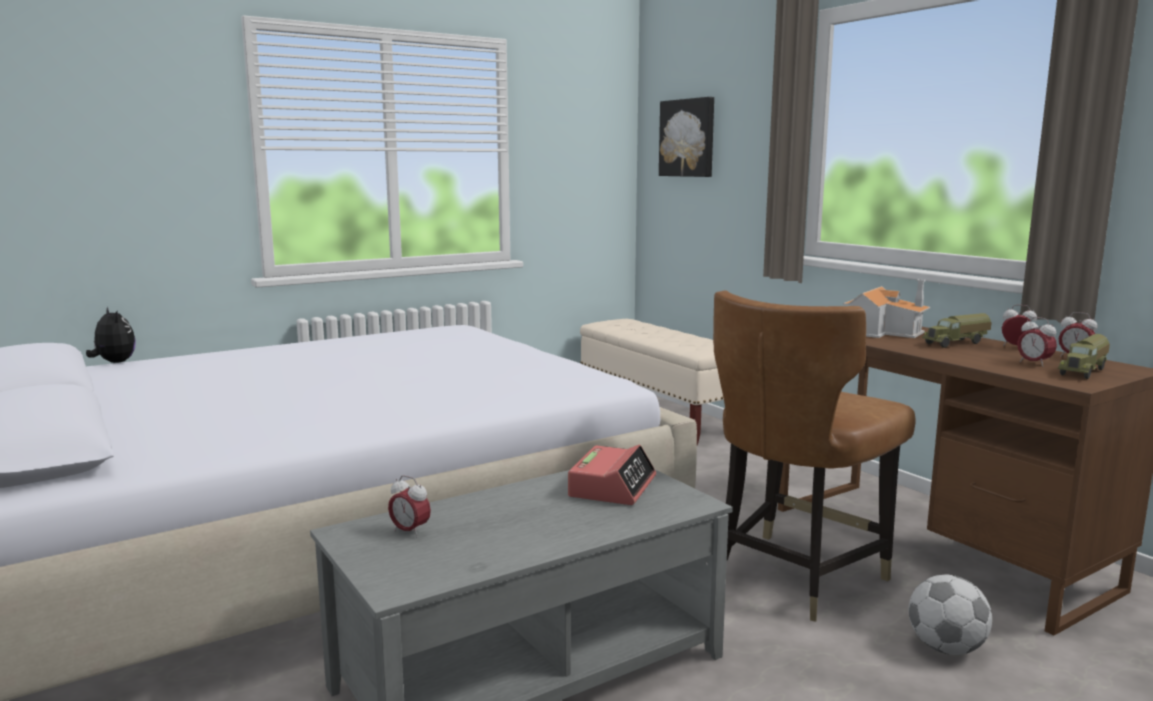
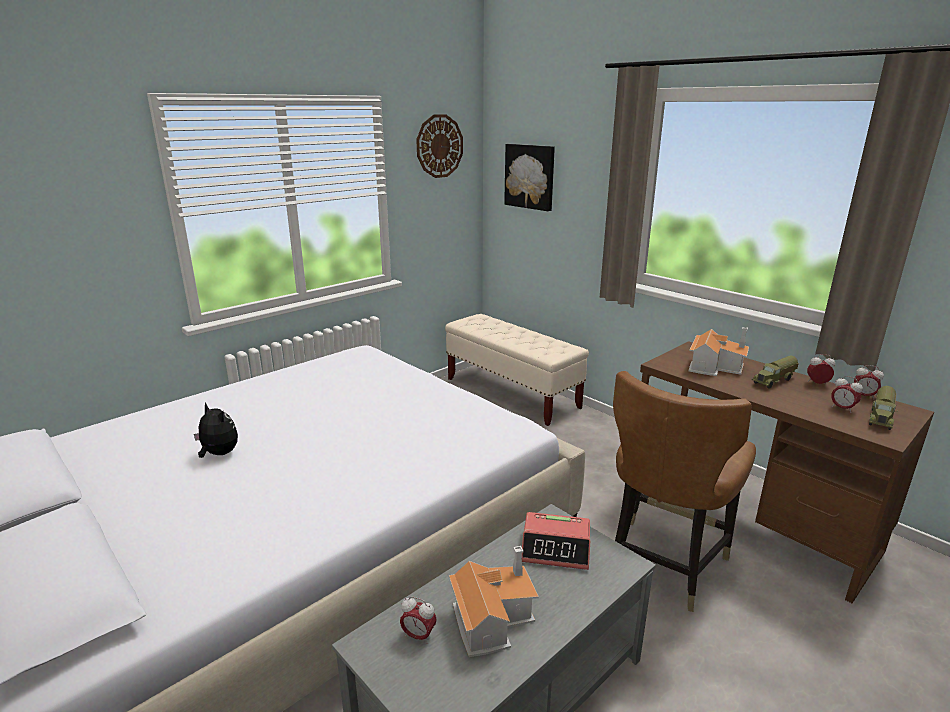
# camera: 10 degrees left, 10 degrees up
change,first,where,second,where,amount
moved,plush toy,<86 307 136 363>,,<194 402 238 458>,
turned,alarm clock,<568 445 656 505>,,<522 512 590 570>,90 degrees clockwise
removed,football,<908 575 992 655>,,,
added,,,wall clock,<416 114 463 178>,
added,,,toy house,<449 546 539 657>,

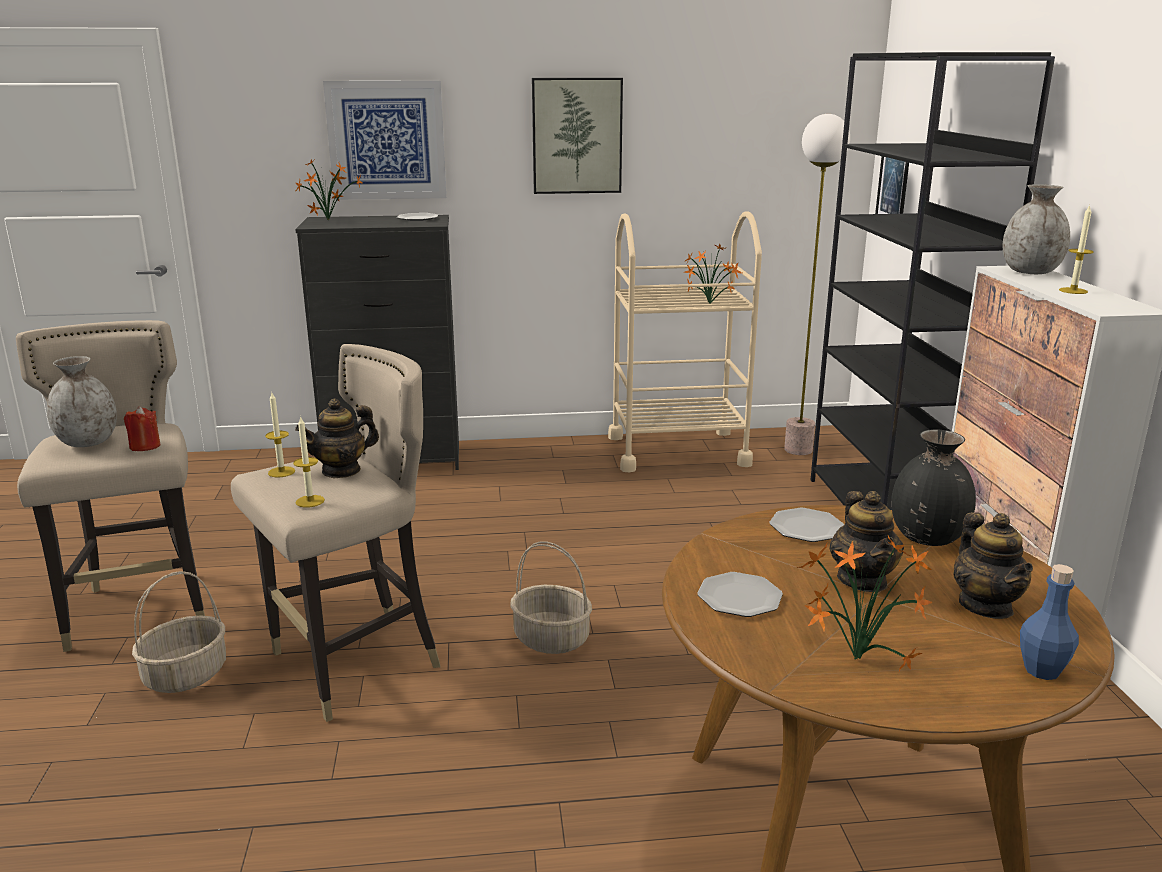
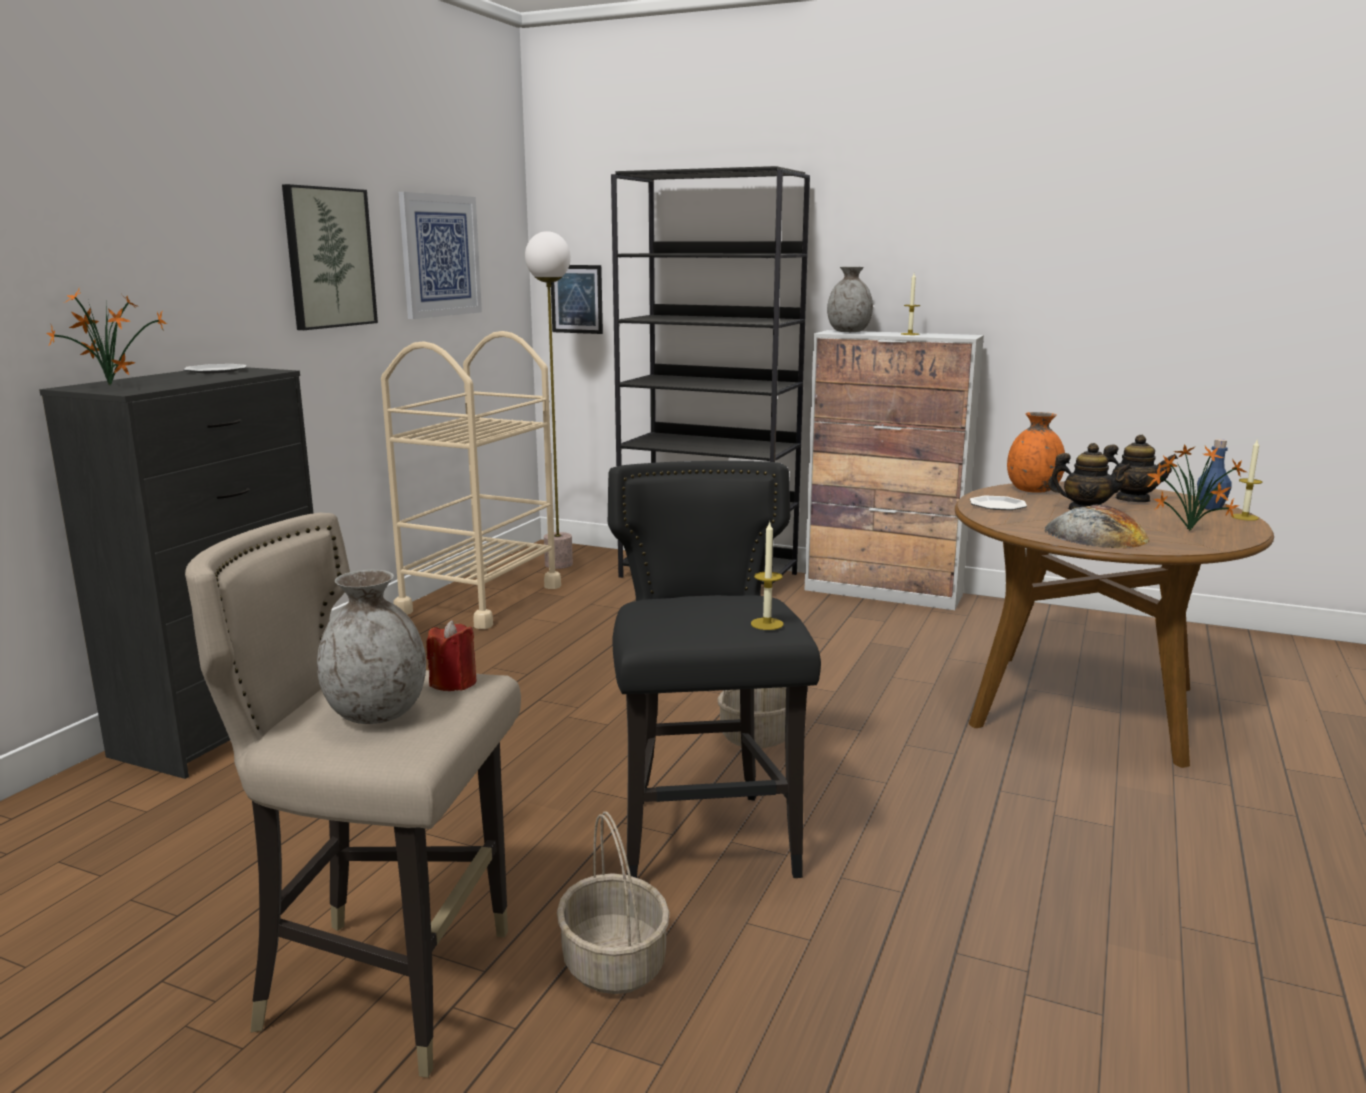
# camera: 60 degrees left, 5 degrees down
change,first,where,second,where,amount
moved,picture,<323 81 446 200>,,<399 192 482 319>,
removed,potted plant,<684 244 742 304>,,,
recoloured,beige stool,<231 344 440 722>,black stool,<608 461 821 878>,
moved,candle,<265 393 295 478>,,<1231 440 1262 521>,
removed,teapot,<295 398 379 478>,,,
recoloured,black vase,<891 429 976 546>,orange vase,<1007 412 1065 493>,
replaced,plate,<697 572 783 617>,bread,<1044 505 1149 548>,

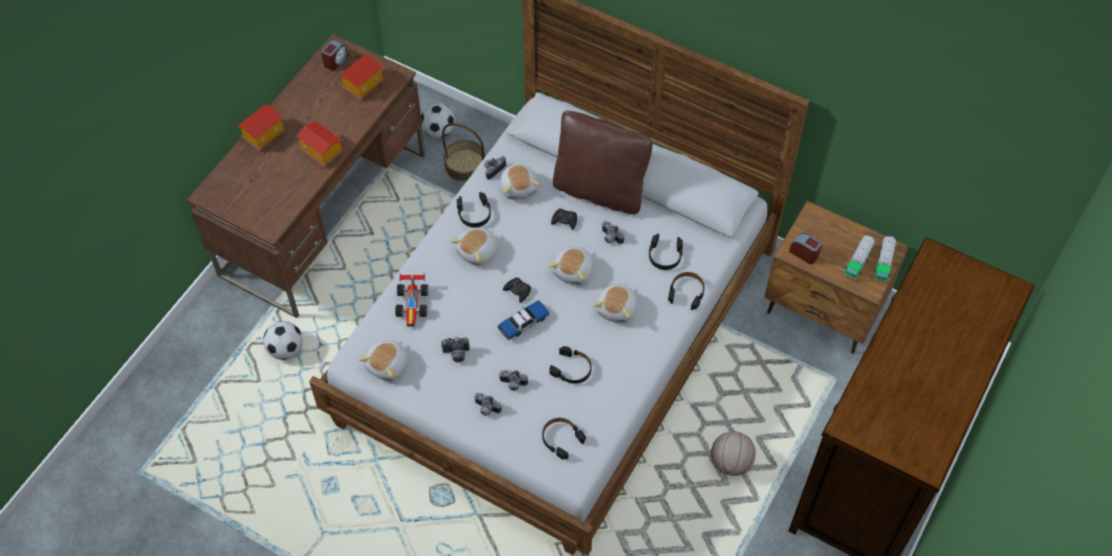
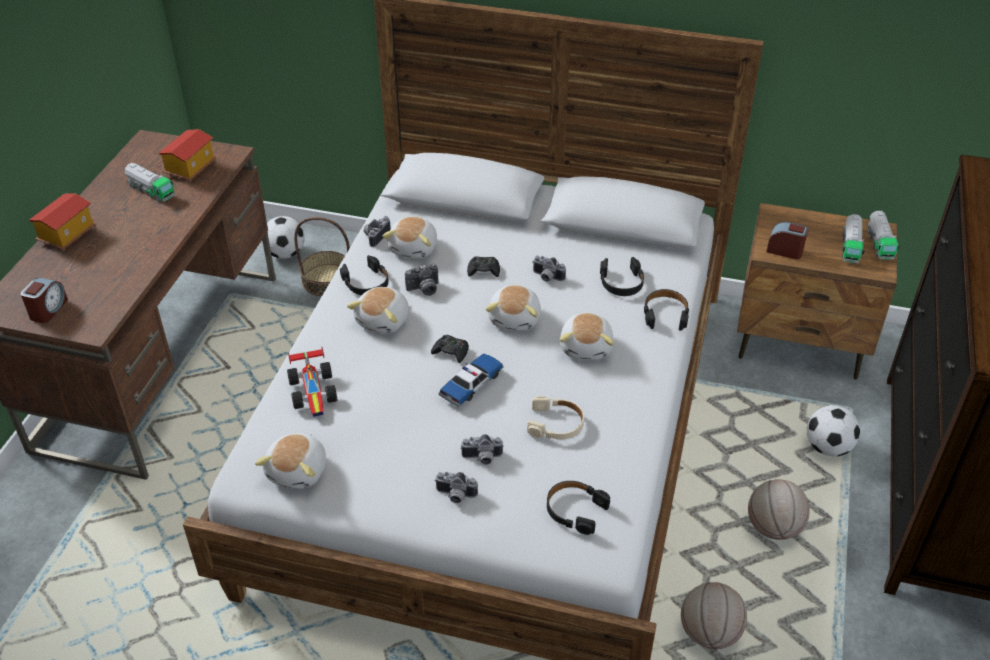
# camera: 15 degrees left, 15 degrees down
change,first,where,second,where,amount
moved,alarm clock,<321 39 349 71>,,<21 278 68 323>,
removed,brown pillow,<553 110 653 214>,,,
removed,toy house,<297 120 344 167>,,,
turned,plush toy,<500 163 541 200>,,<383 217 437 259>,45 degrees clockwise
moved,football,<263 321 303 360>,,<807 405 860 457>,
moved,photo camera,<441 337 470 362>,,<405 264 439 296>,
recoloured,black headphones,<549 346 592 384>,beige headphones,<527 396 584 439>,
added,,,toy truck,<124 162 175 202>,
added,,,basketball,<681 582 747 649>,

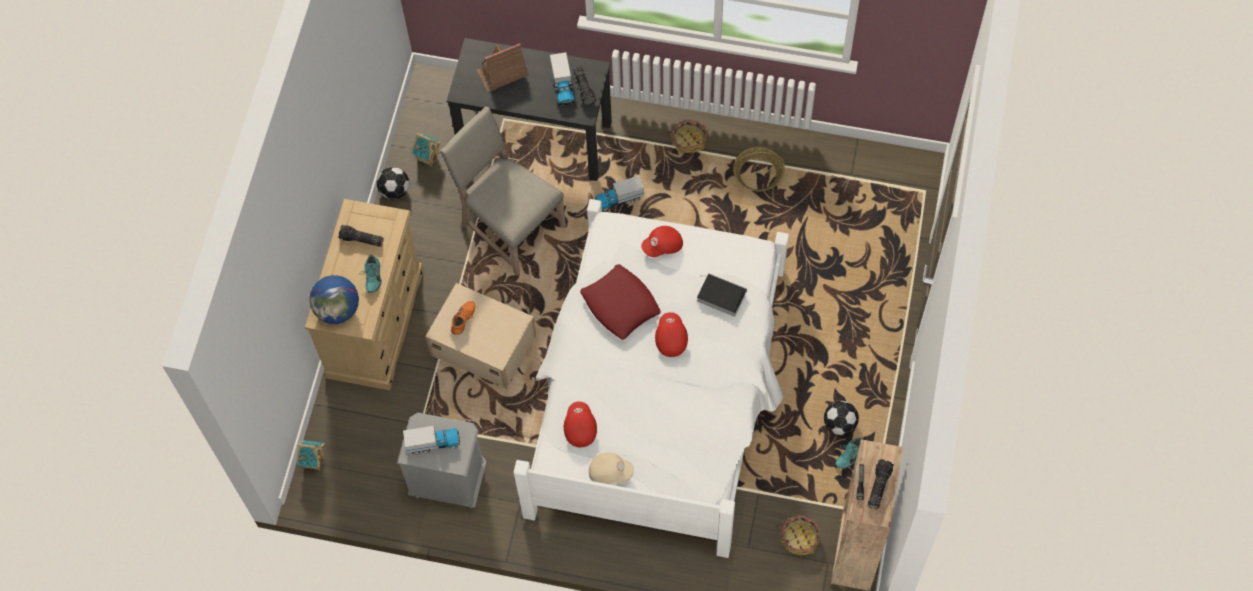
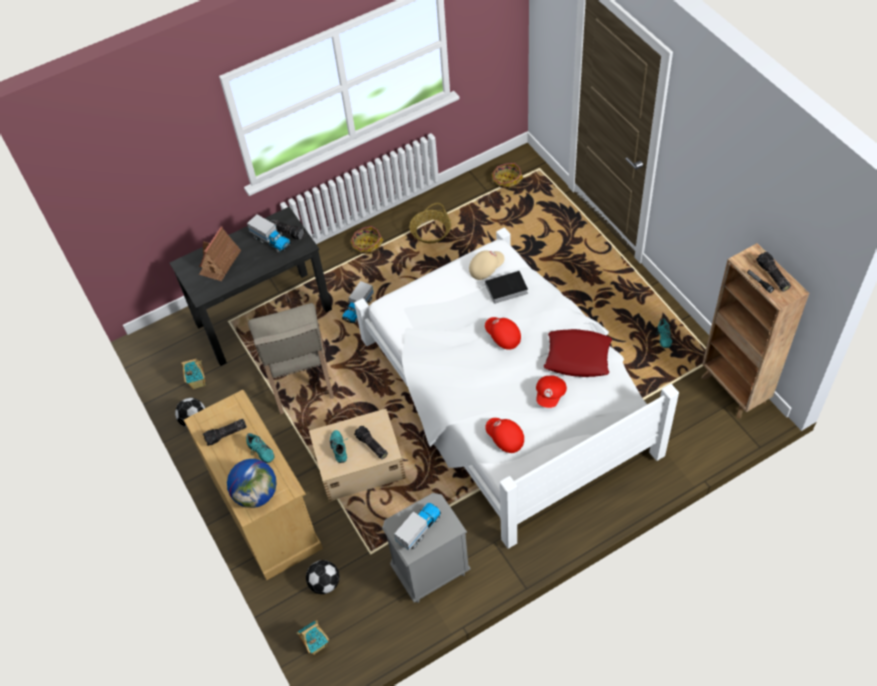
# camera: 40 degrees left, 10 degrees down
change,first,where,second,where,amount
turned,beige chair,<440 106 566 275>,,<248 303 334 414>,105 degrees counterclockwise
moved,red cap,<641 226 683 257>,,<536 376 567 408>,
moved,red pillow,<580 264 661 340>,,<544 329 612 377>,
recoloured,orange shoe,<451 301 475 335>,turquoise shoe,<330 430 347 463>,
moved,football,<824 401 859 435>,,<306 560 339 594>,
moved,beige cap,<589 453 634 484>,,<469 250 504 280>,
moved,basket,<776 515 821 555>,,<489 163 523 189>,
added,,,flashlight,<354 426 388 459>,

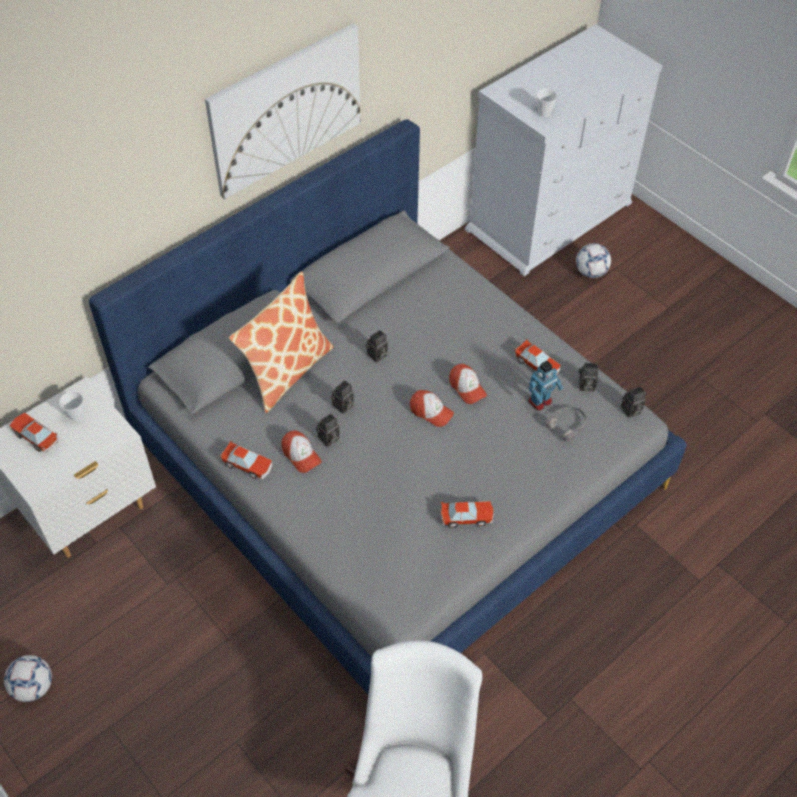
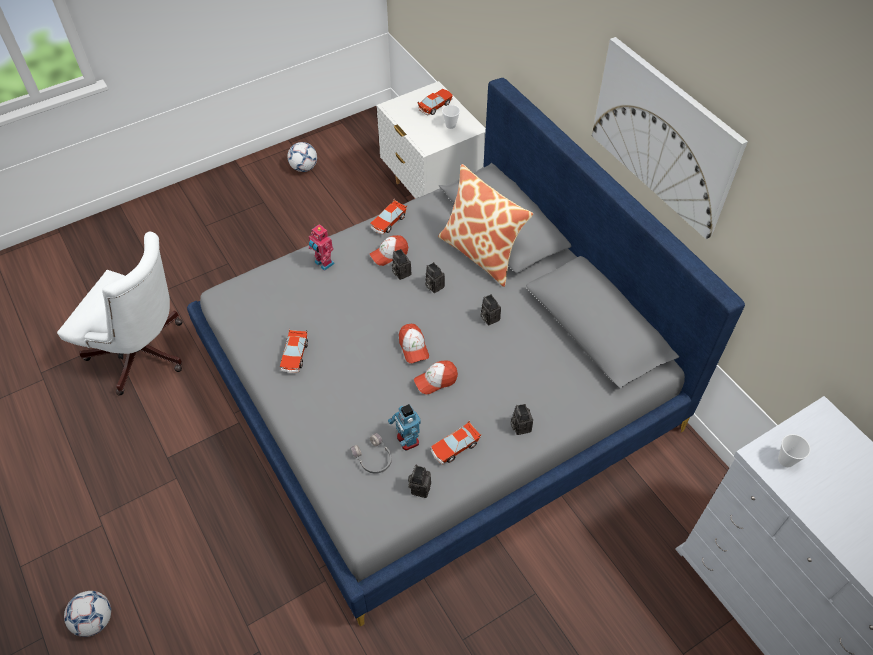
# camera: 100 degrees right, 0 degrees up
change,first,where,second,where,amount
moved,football,<576 243 611 278>,,<64 591 111 637>,
moved,photo camera,<621 386 646 418>,,<511 404 533 435>,
turned,cap,<410 390 454 427>,,<399 324 429 363>,60 degrees counterclockwise
added,,,toy robot,<309 224 335 271>,

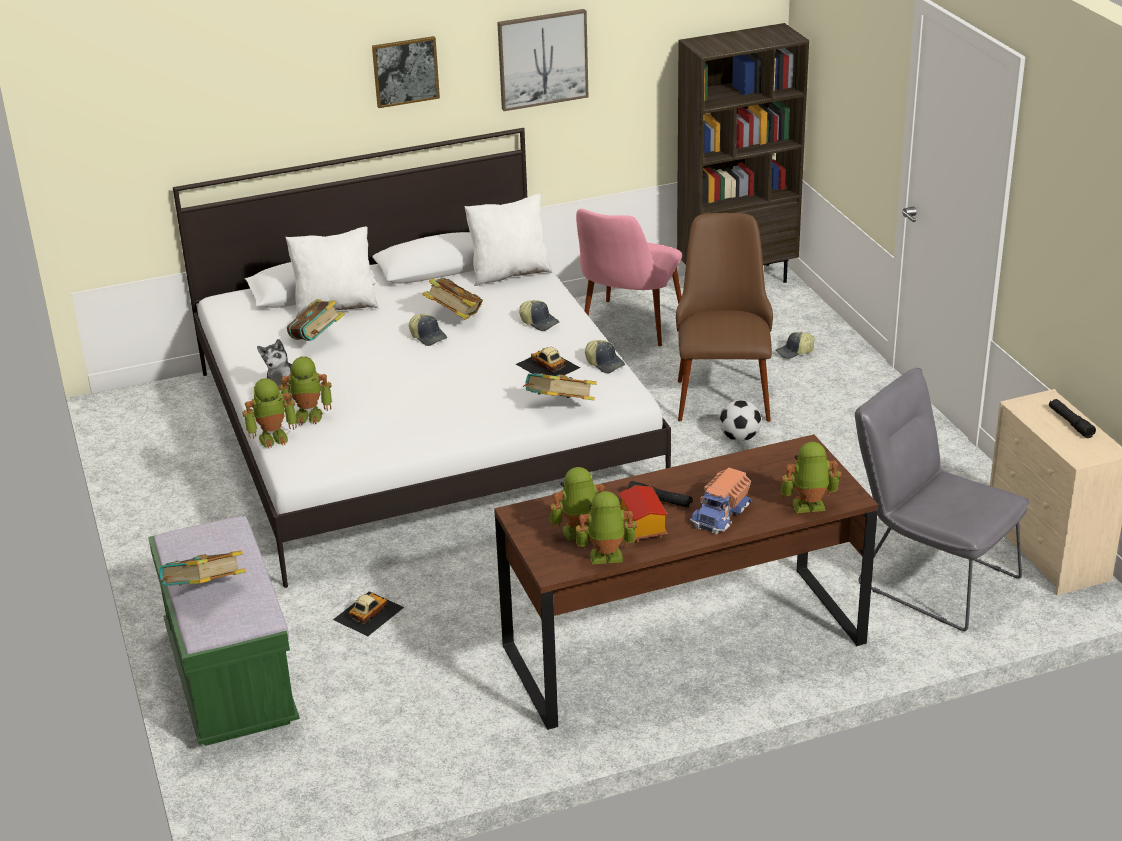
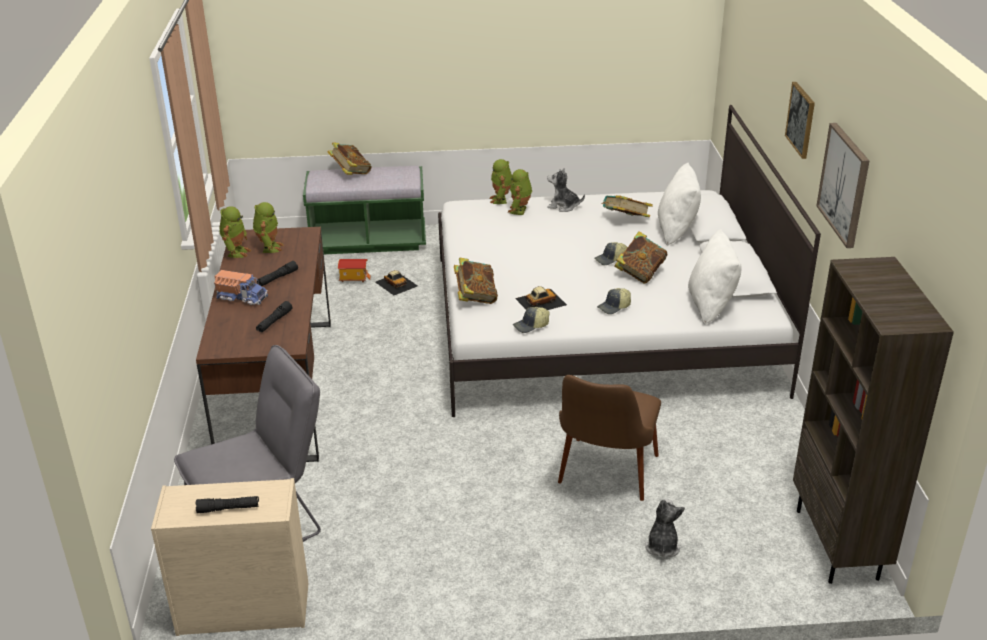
# camera: 105 degrees right, 0 degrees up
change,first,where,second,where,amount
removed,pink chair,<576 209 682 346>,,,
turned,brown chair,<676 213 773 422>,,<558 375 661 501>,90 degrees clockwise
replaced,cap,<775 332 815 359>,plush toy,<645 499 685 557>,
removed,football,<720 400 761 442>,,,
removed,toy robot,<781 442 841 513>,,,
turned,toy truck,<690 467 752 534>,,<214 270 268 305>,150 degrees clockwise
moved,toy house,<619 485 668 542>,,<338 259 371 282>,
added,,,black flashlight,<256 301 292 332>,

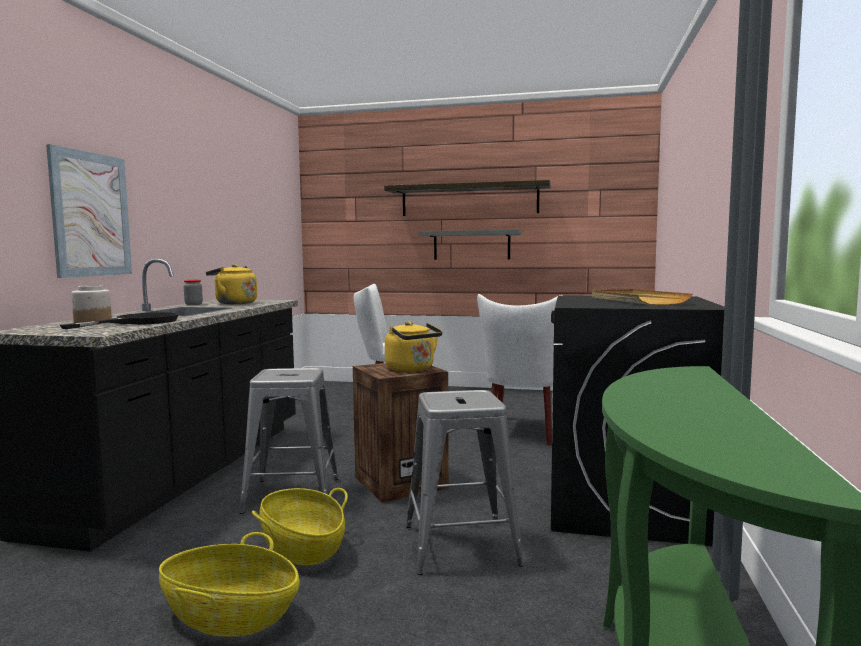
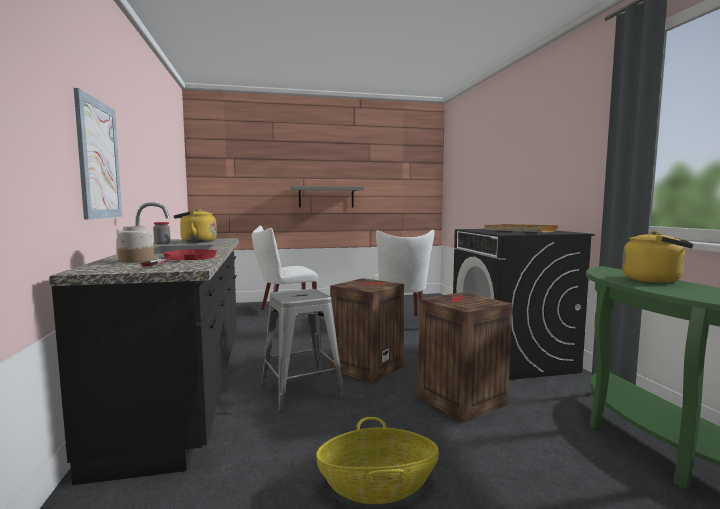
# camera: 25 degrees left, 0 degrees up
change,first,where,second,where,amount
removed,shelf,<384 180 551 216>,,,
recoloured,black frying pan,<60 312 179 329>,red frying pan,<141 249 217 267>,
moved,yellow kettle,<385 321 443 372>,,<622 231 694 283>,
replaced,grey stool,<406 390 524 575>,crate,<418 292 512 423>,
removed,basket,<252 488 348 565>,,,

